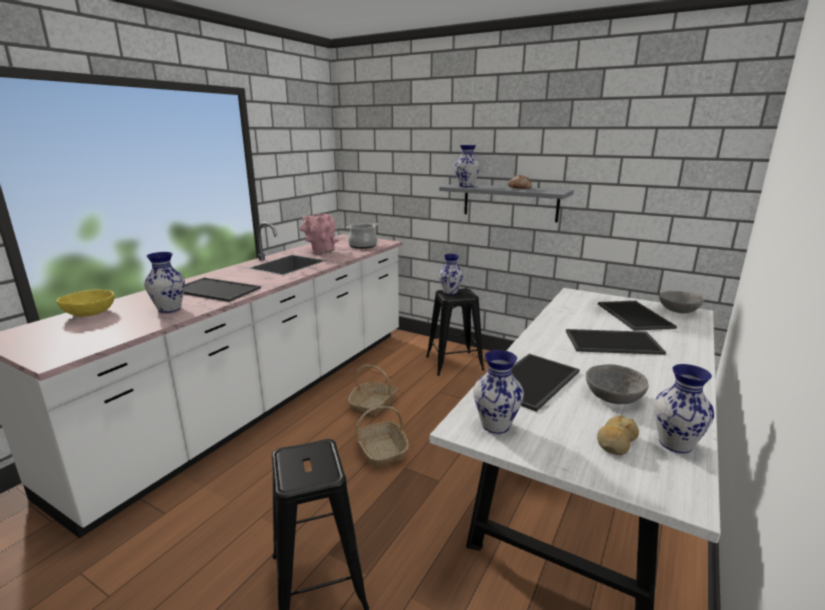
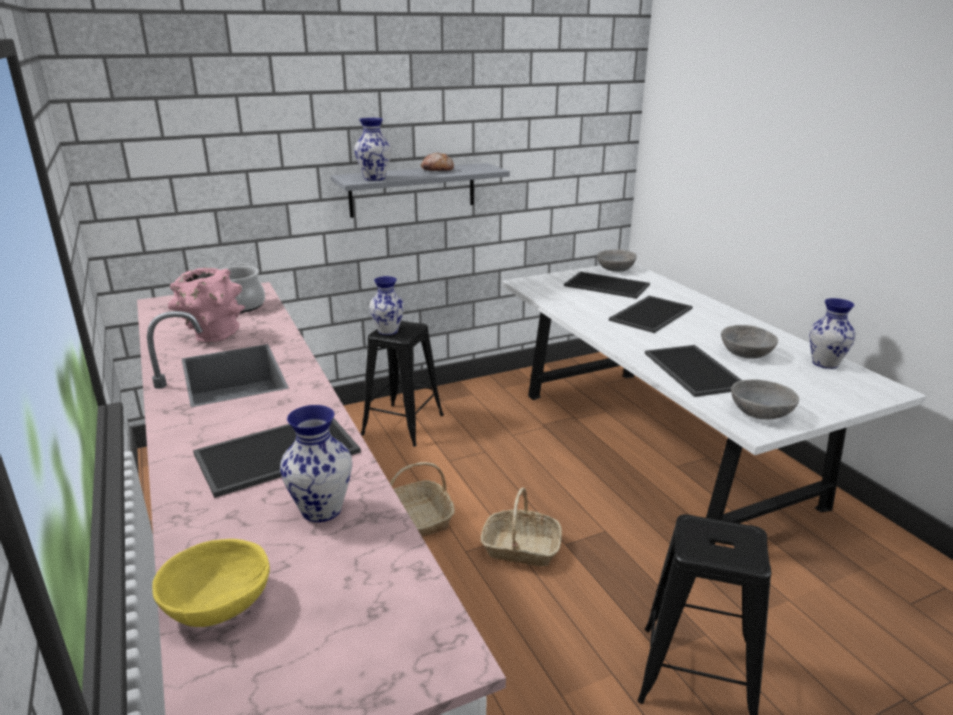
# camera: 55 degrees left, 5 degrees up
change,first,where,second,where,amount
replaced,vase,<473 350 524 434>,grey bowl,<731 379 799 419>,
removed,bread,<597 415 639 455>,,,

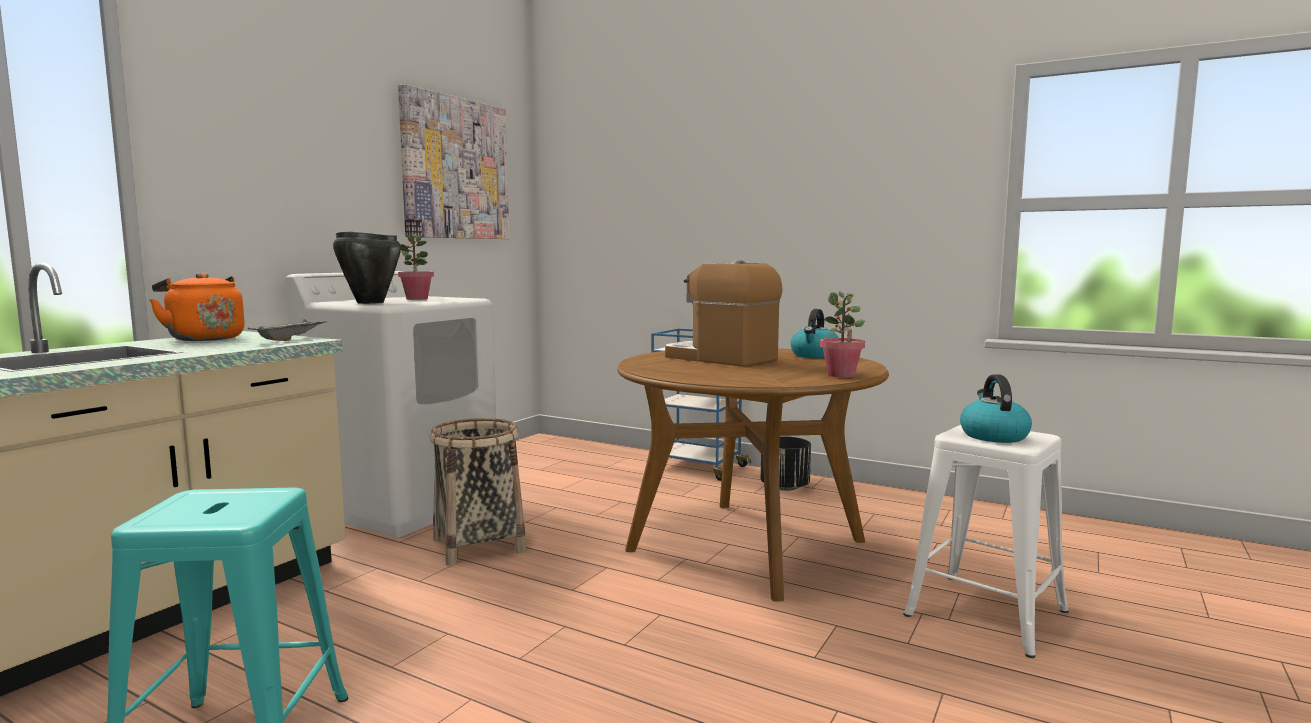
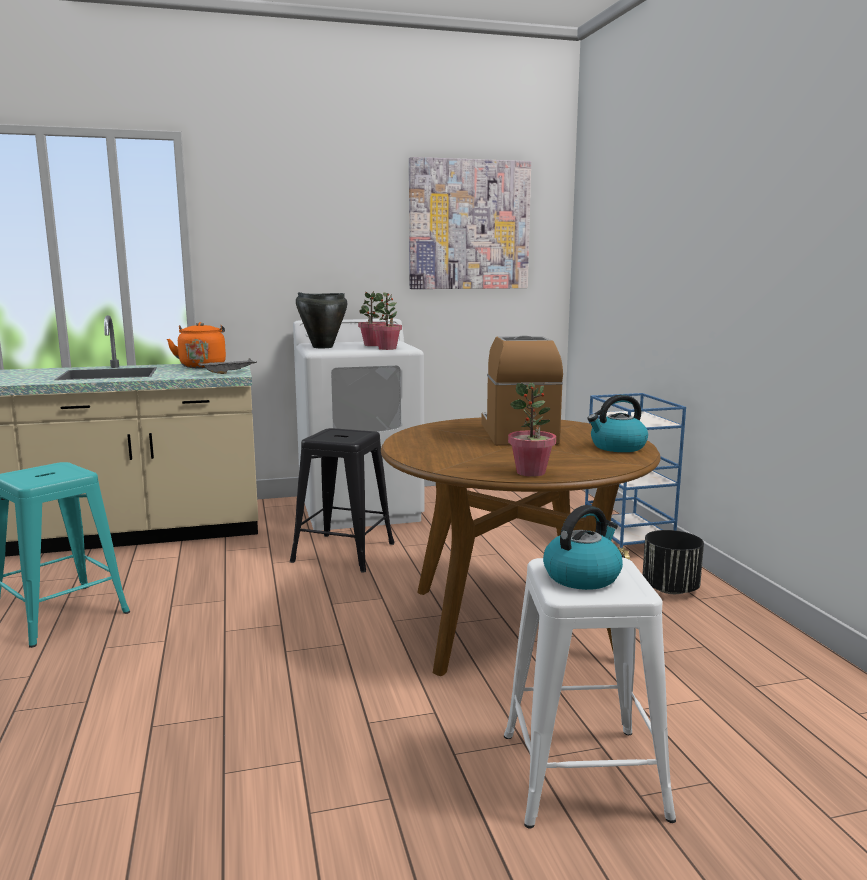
# camera: 45 degrees right, 5 degrees up
change,first,where,second,where,amount
replaced,basket,<430 418 526 566>,black stool,<290 428 394 573>,
added,,,potted plant,<373 292 402 350>,

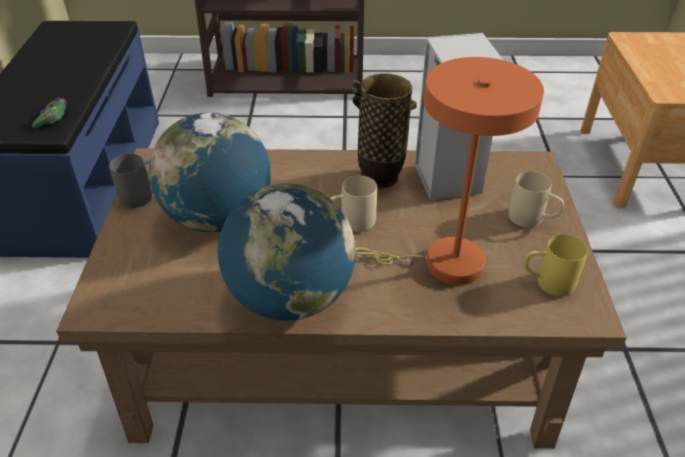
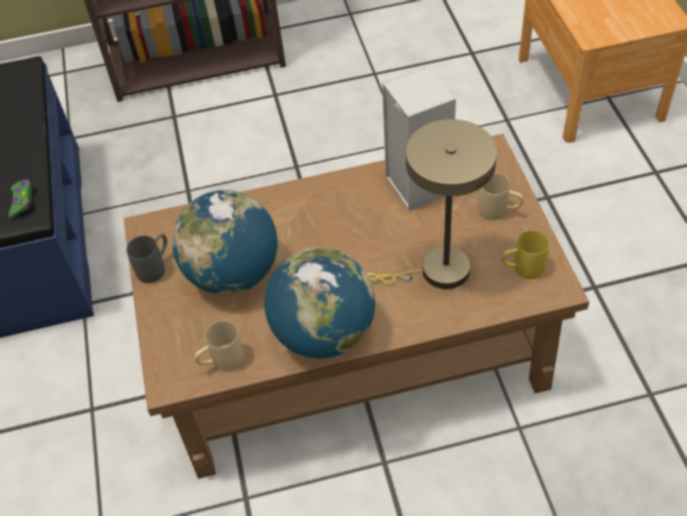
# camera: 10 degrees left, 10 degrees up
change,first,where,second,where,amount
recoloured,orange table lamp,<356 57 544 285>,beige table lamp,<367 119 497 289>,
removed,vase,<352 73 417 189>,,,
moved,beige mug,<331 175 377 232>,,<195 321 244 371>,

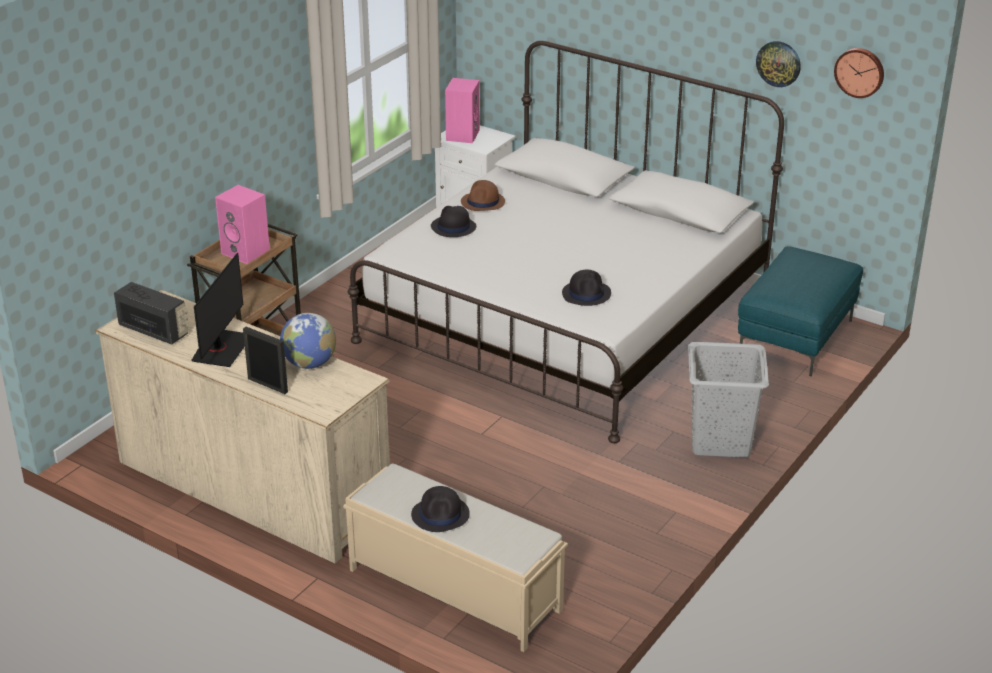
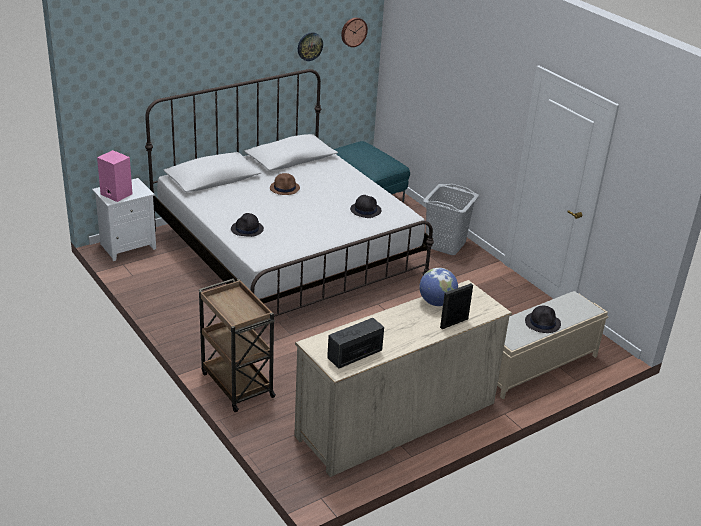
# camera: 70 degrees left, 0 degrees up
change,first,where,second,where,amount
moved,brown hat,<461 180 505 211>,,<270 173 300 195>,
removed,pink speaker,<215 185 270 264>,,,
removed,monitor,<191 253 245 367>,,,

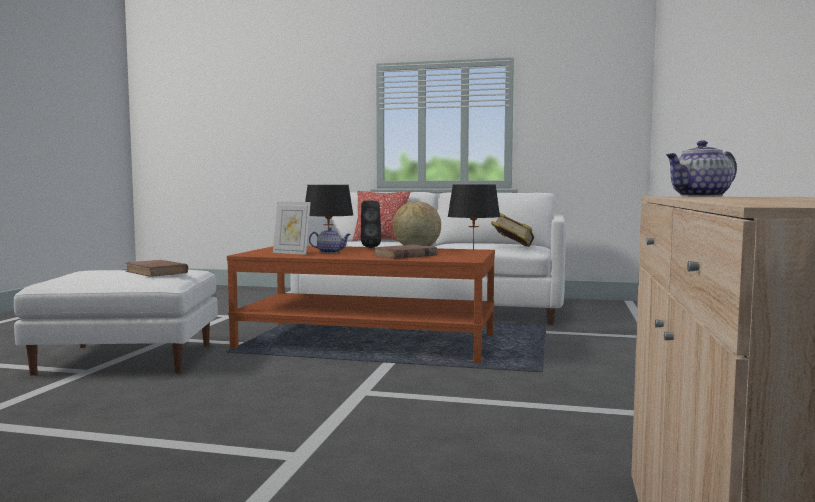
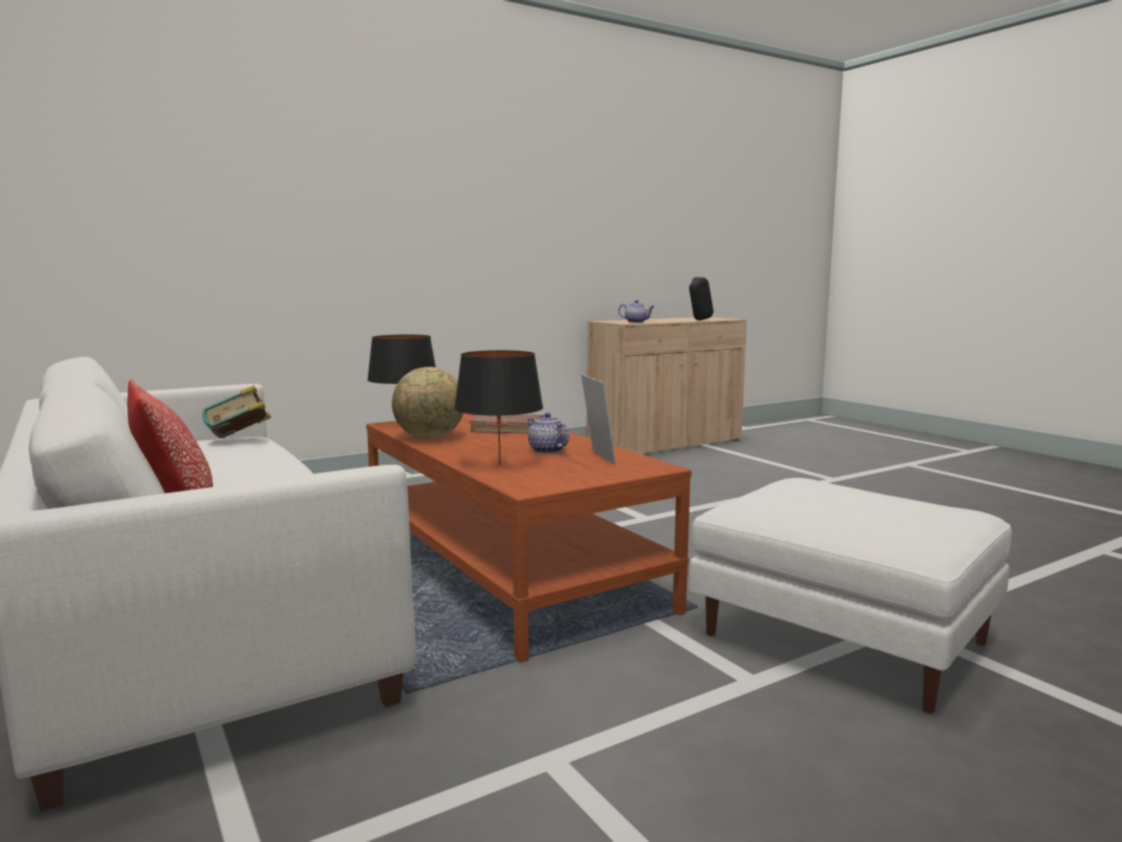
# camera: 135 degrees left, 5 degrees up
change,first,where,second,where,amount
moved,black speaker,<361 201 381 248>,,<689 277 714 320>,
removed,brown book,<125 260 188 277>,,,

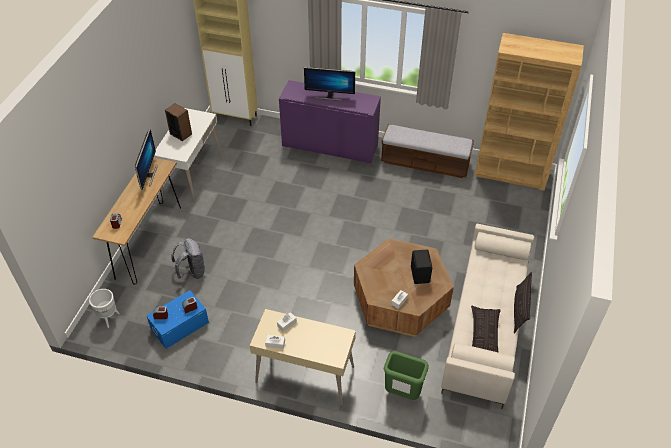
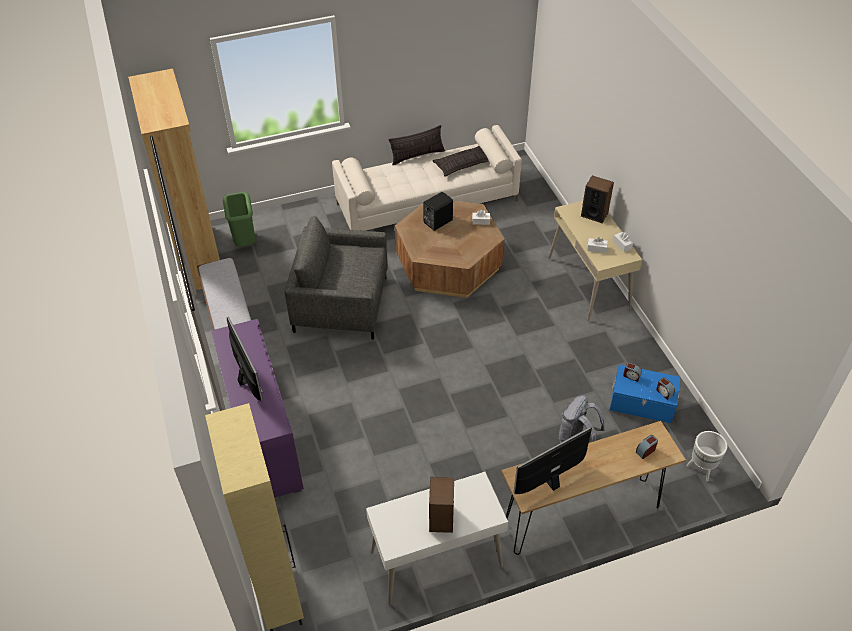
# camera: 125 degrees left, 0 degrees up
change,first,where,second,where,amount
moved,green trash can,<384 351 429 400>,,<223 192 255 247>,
added,,,speaker,<581 176 614 223>,
added,,,grey armchair,<284 216 388 340>,

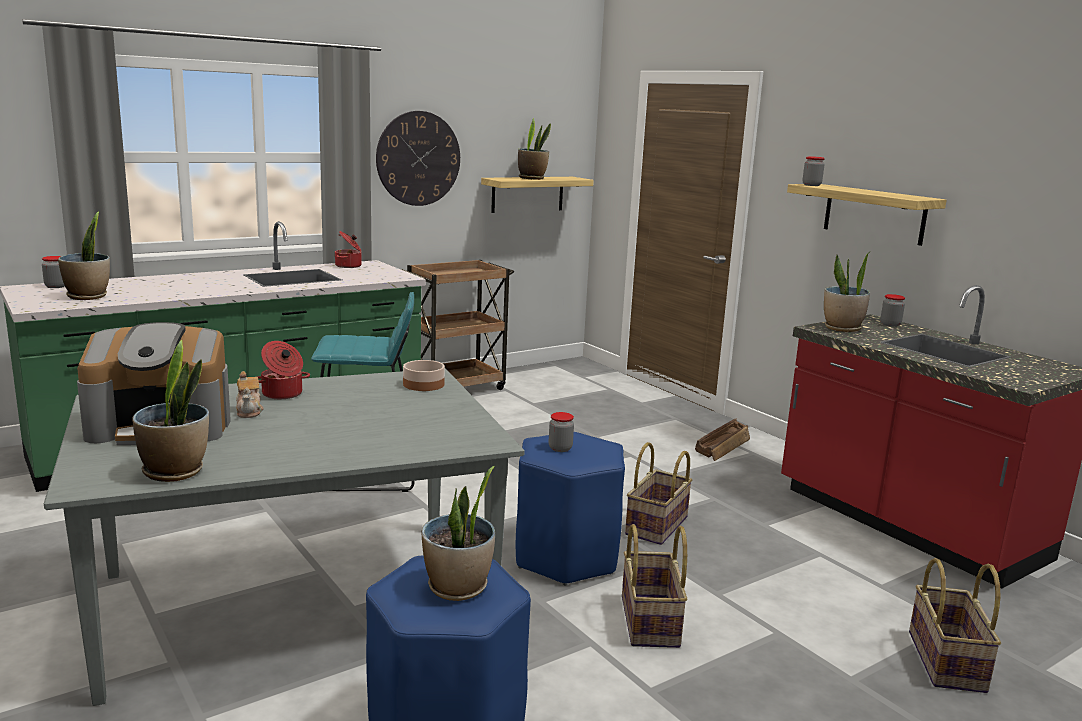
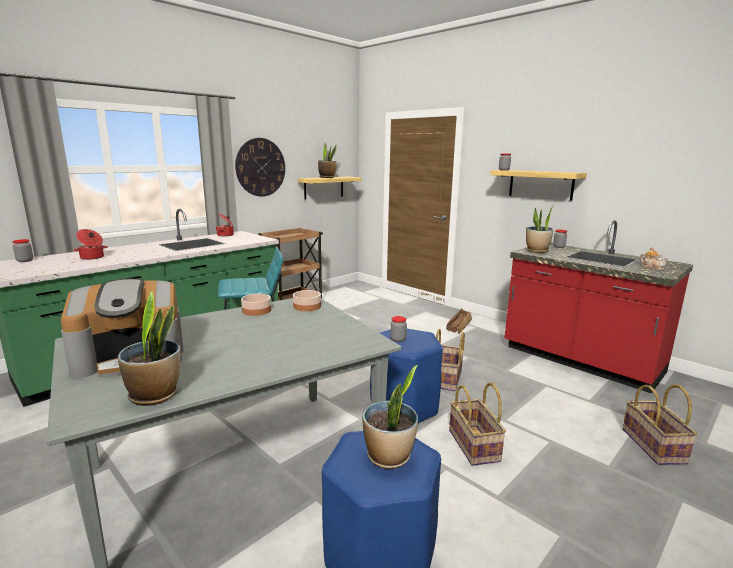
# camera: 10 degrees left, 0 degrees up
change,first,where,second,where,amount
removed,potted plant,<58 212 110 300>,,,
moved,cooking pot,<257 341 310 399>,,<73 229 108 260>,
moved,teapot,<236 371 263 418>,,<640 247 668 270>,
added,,,bowl,<241 294 271 316>,

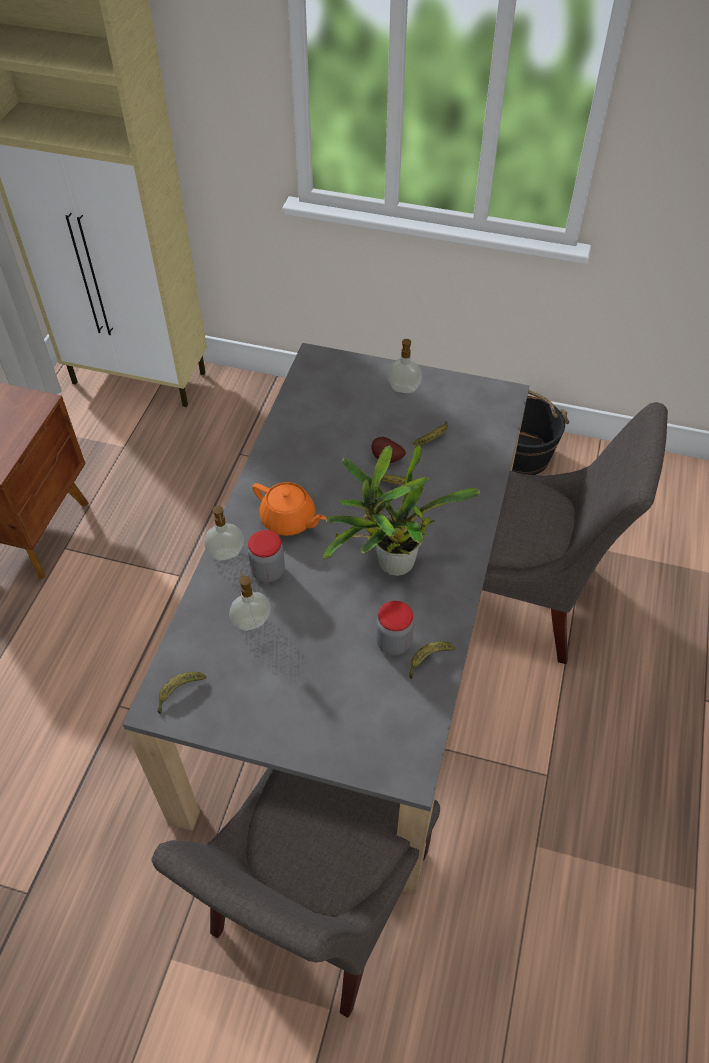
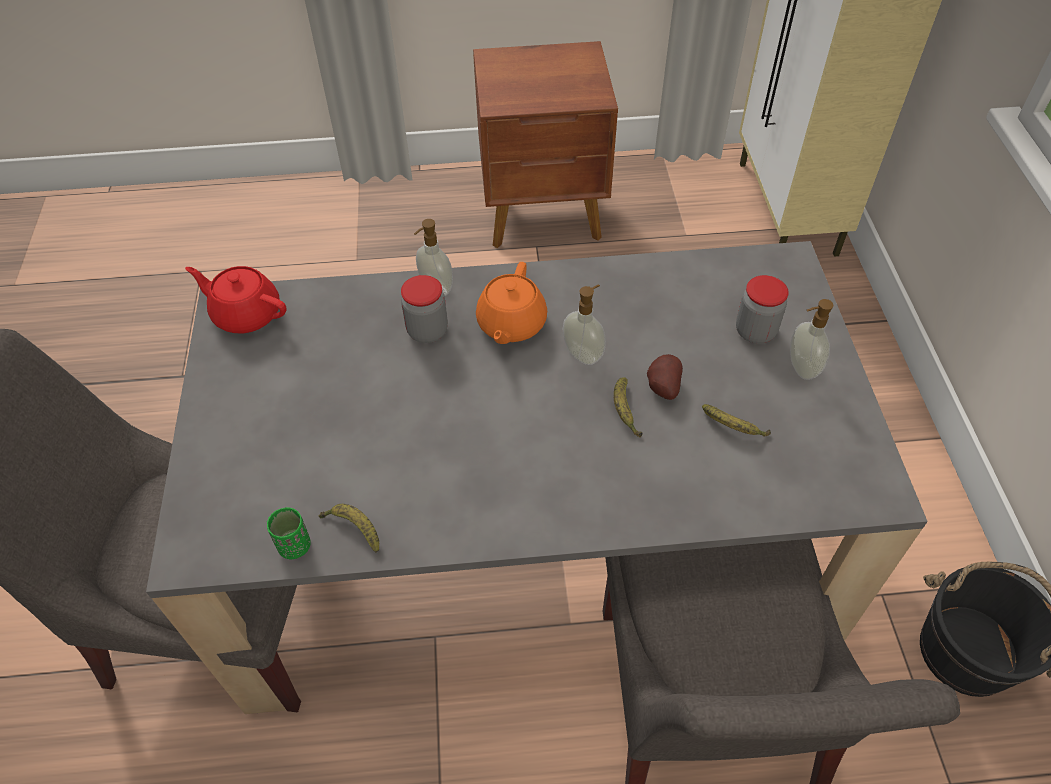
# camera: 70 degrees right, 0 degrees up
change,first,where,second,where,amount
removed,potted plant,<323 444 480 576>,,,
moved,soap dispenser,<230 571 271 631>,,<563 284 606 365>,
moved,jar,<376 601 414 655>,,<736 275 789 344>,
replaced,banana,<158 672 206 714>,red teapot,<185 266 287 333>,
added,,,green cup,<267 507 311 559>,

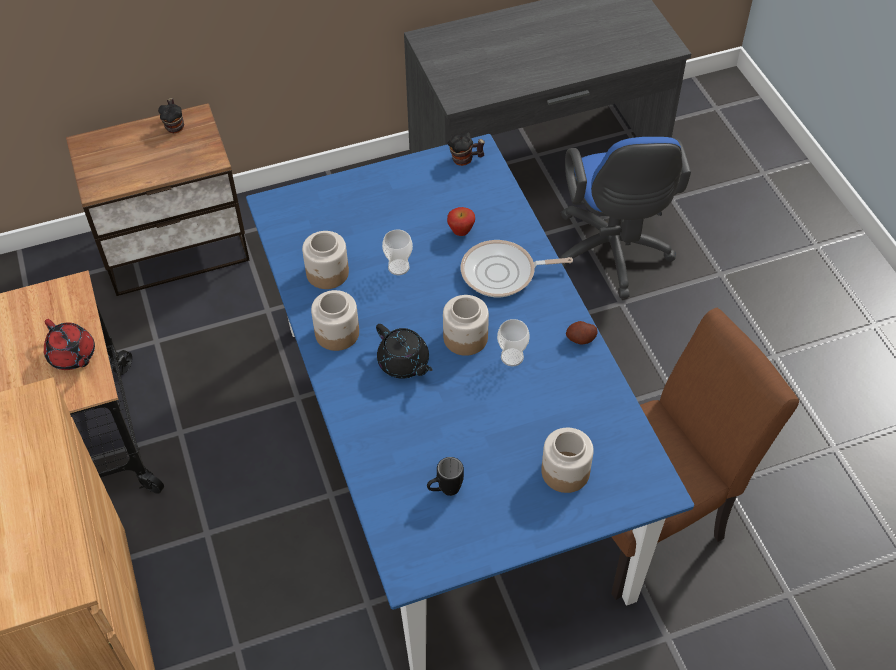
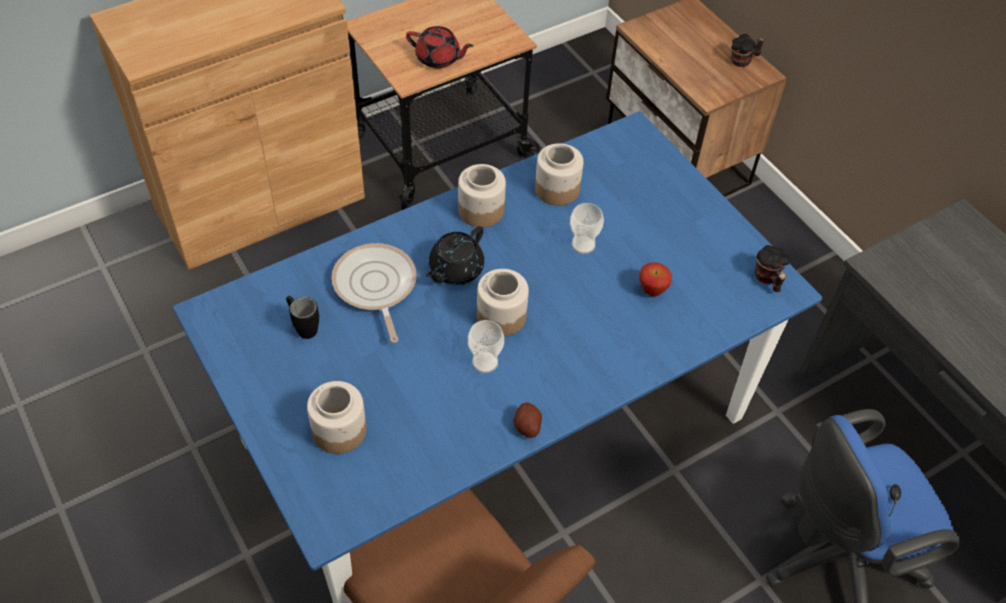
# camera: 75 degrees right, 0 degrees up
change,first,where,second,where,amount
moved,frying pan,<461 240 573 297>,,<331 243 416 343>,
turned,red teapot,<44 319 95 370>,,<406 26 474 68>,105 degrees counterclockwise

